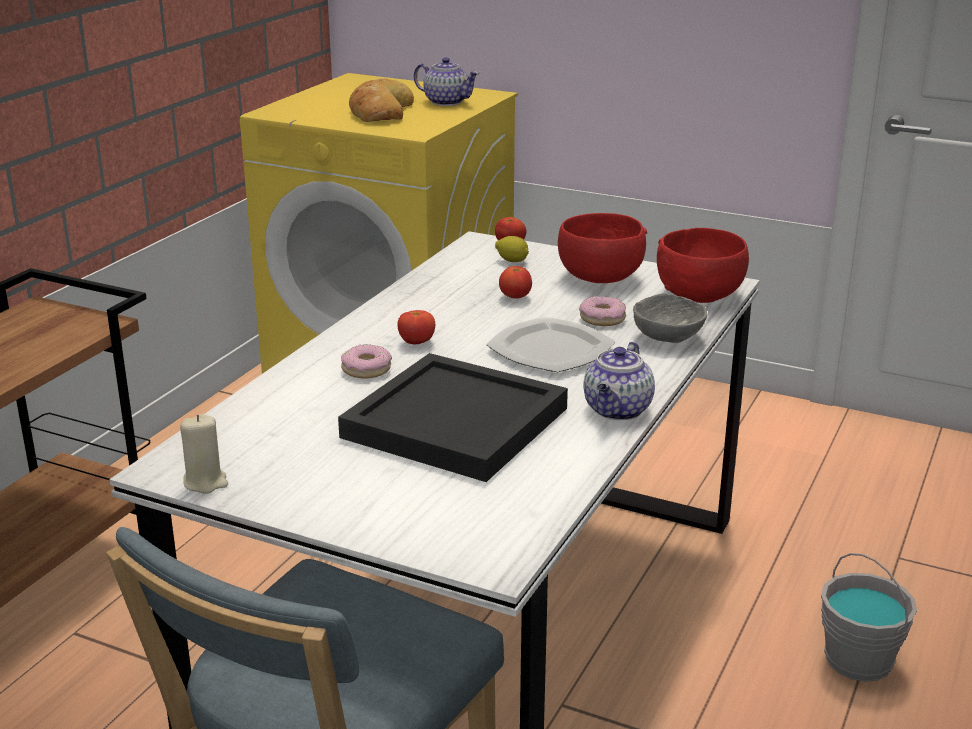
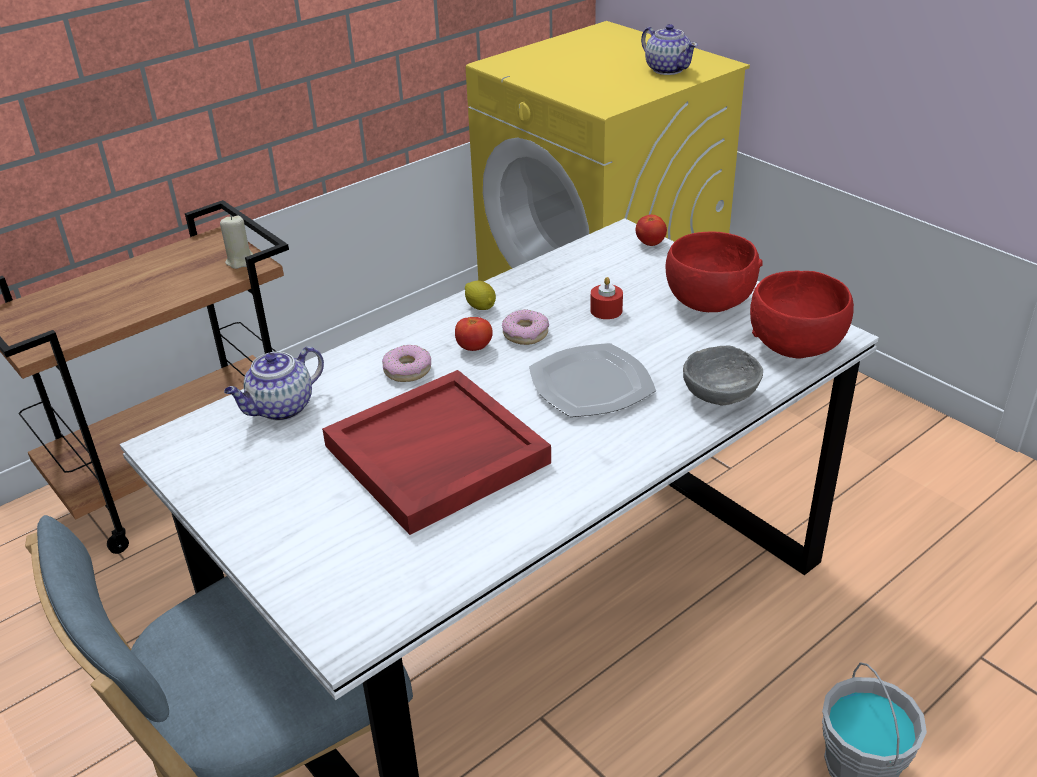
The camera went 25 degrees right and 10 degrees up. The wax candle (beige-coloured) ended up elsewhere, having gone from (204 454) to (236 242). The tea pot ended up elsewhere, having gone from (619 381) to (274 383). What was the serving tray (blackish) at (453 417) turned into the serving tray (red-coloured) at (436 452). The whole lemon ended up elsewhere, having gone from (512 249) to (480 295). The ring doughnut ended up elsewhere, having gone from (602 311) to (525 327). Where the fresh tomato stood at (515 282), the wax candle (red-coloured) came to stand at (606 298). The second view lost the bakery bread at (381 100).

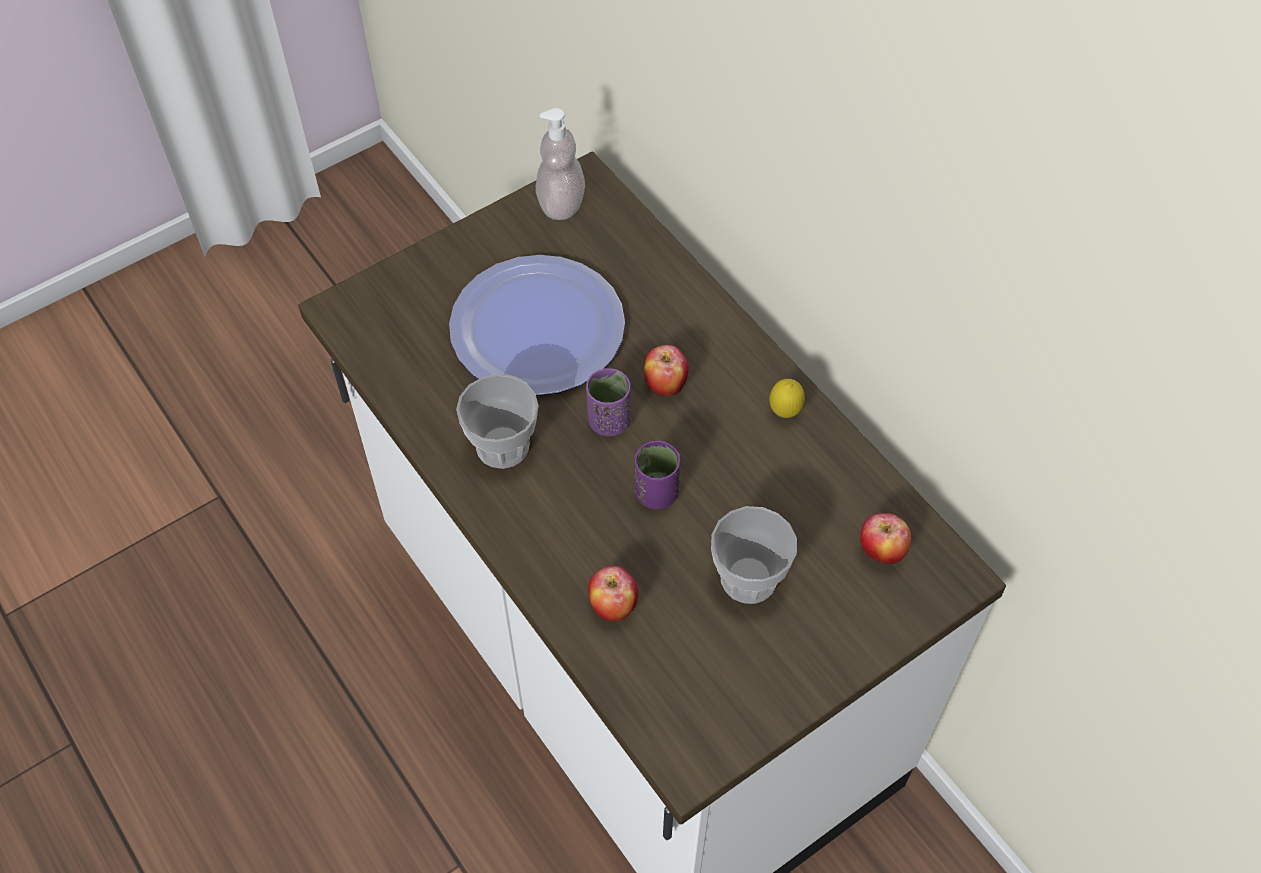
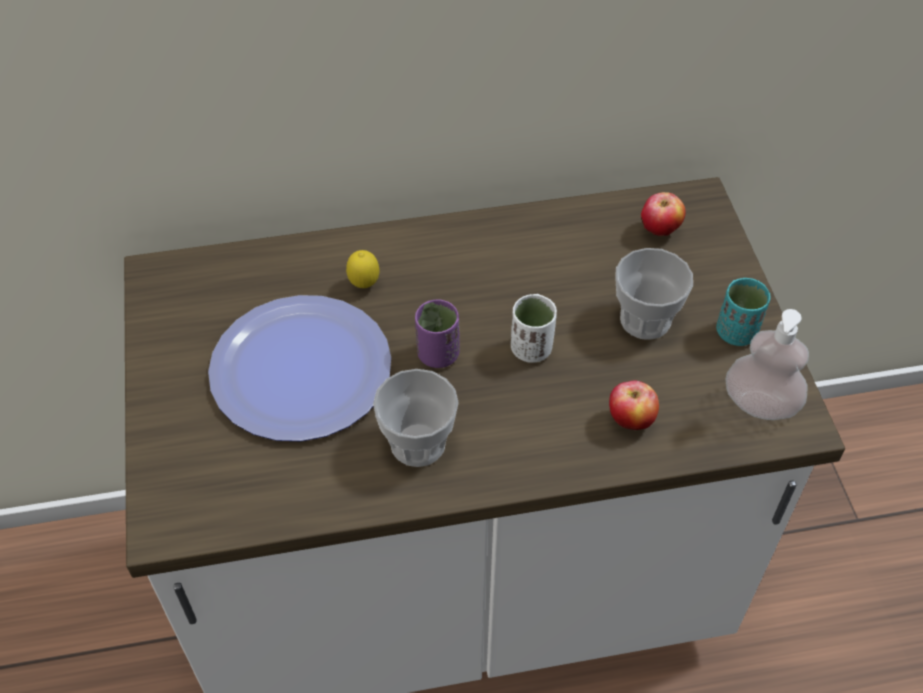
The camera went 65 degrees left and 5 degrees down. The whole lemon ended up elsewhere, having gone from (787 398) to (362 269). What was the drinking cup (purplish) at (657 475) turned into the drinking cup (whitish) at (534 328). The second view gained the drinking cup (blue-green) at (743 312). The liquid soap bottle ended up elsewhere, having gone from (560 164) to (767 364). The second view lost the apple fruit at (666 371).

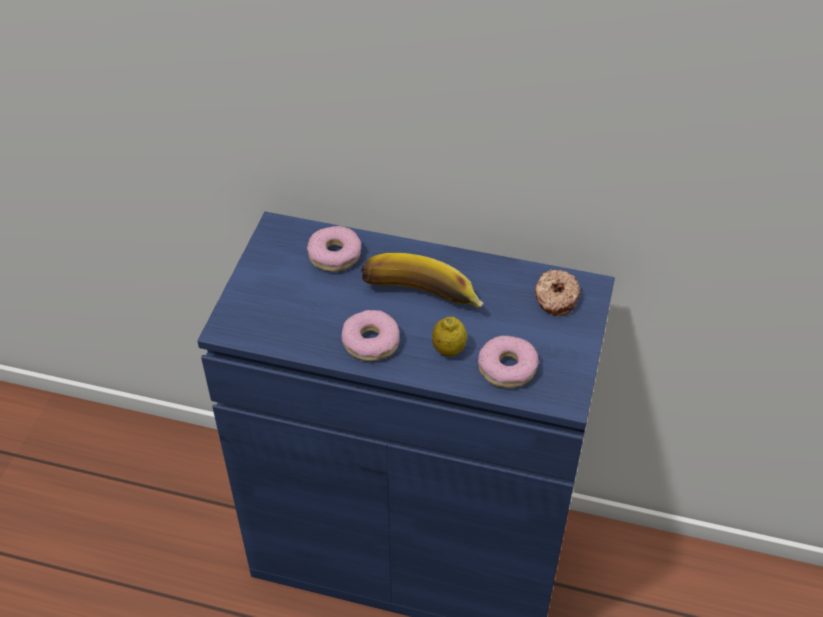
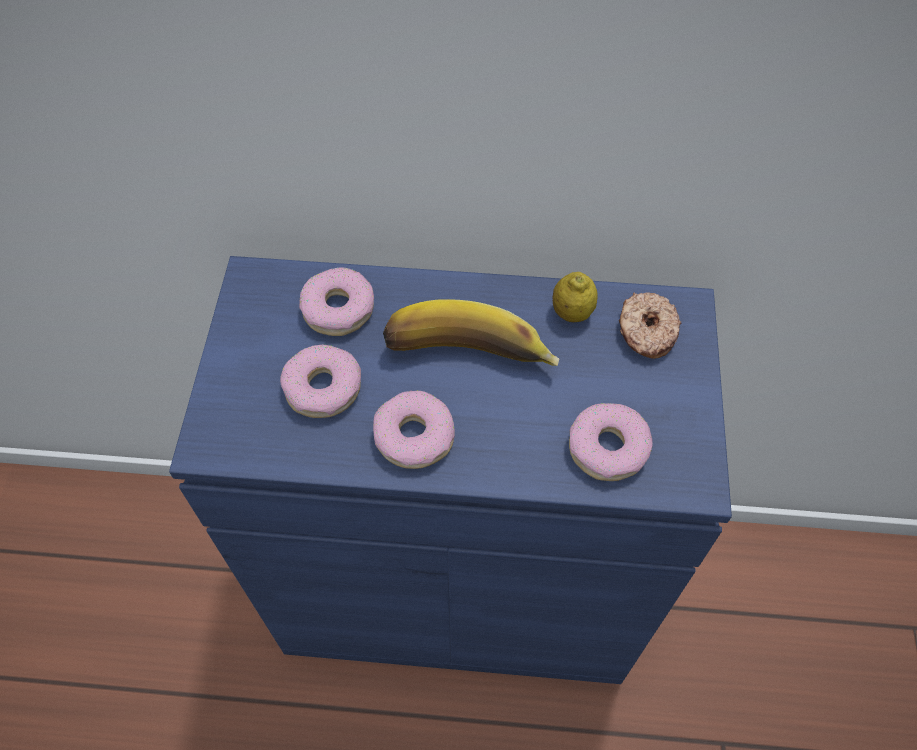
The camera went 10 degrees left and 10 degrees up. The second view gained the ring doughnut at (320 381). The whole lemon ended up elsewhere, having gone from (449 336) to (575 297).

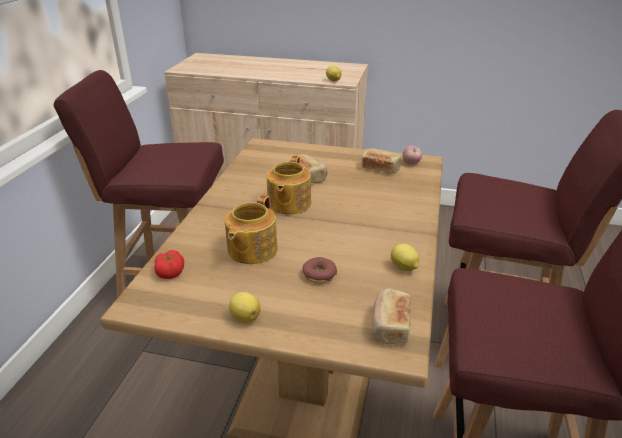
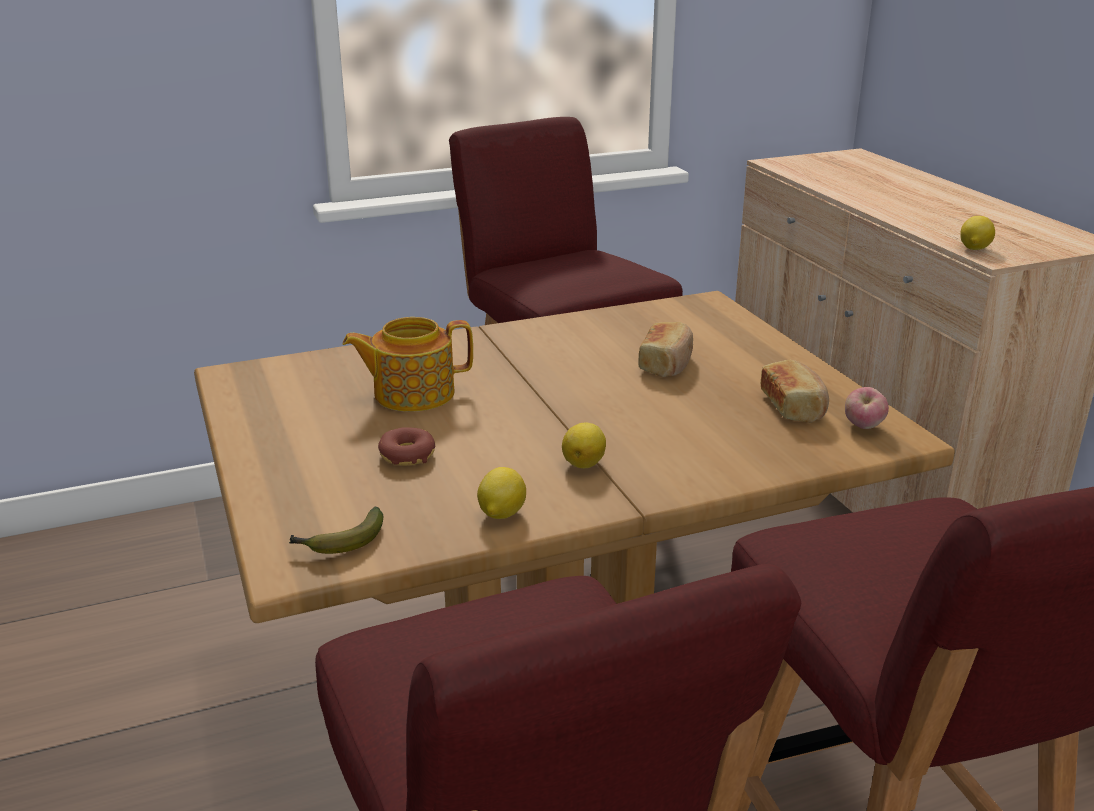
The camera went 55 degrees right and 5 degrees down. Where the bakery bread stood at (391 316), the banana came to stand at (336 530). The whole lemon ended up elsewhere, having gone from (245 307) to (584 445). The second view lost the fresh tomato at (169 264). The second view lost the tea pot at (289 185).

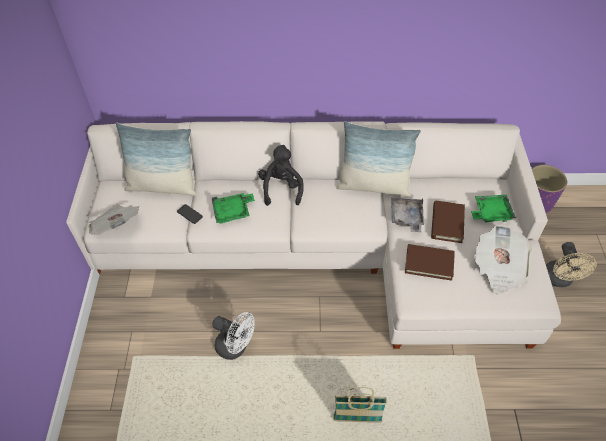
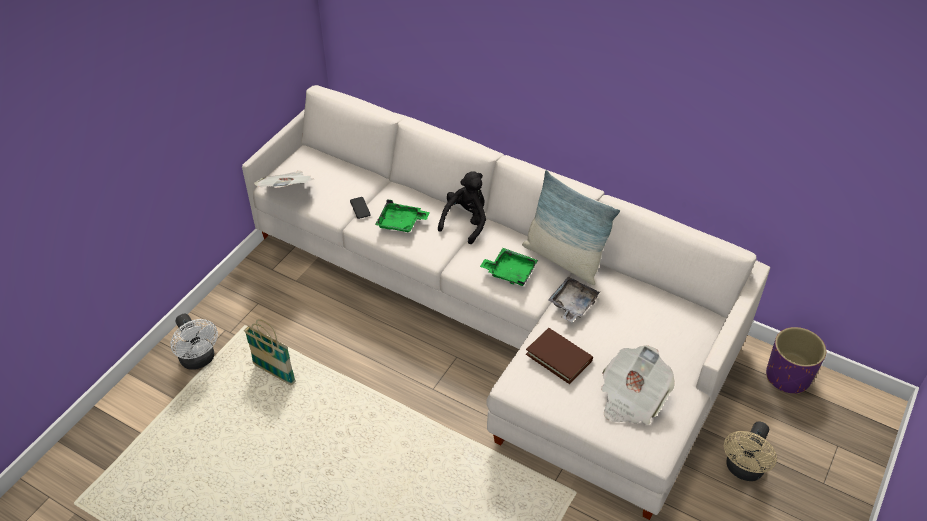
The camera went 30 degrees right and 5 degrees down. The electric fan (whitish) ended up elsewhere, having gone from (233 336) to (194 342). The basket ended up elsewhere, having gone from (360 405) to (270 352). The serving tray (green-coloured) ended up elsewhere, having gone from (493 208) to (509 267). The second view lost the throw pillow at (156 159). The second view lost the volume (brown-coloured) at (448 222).

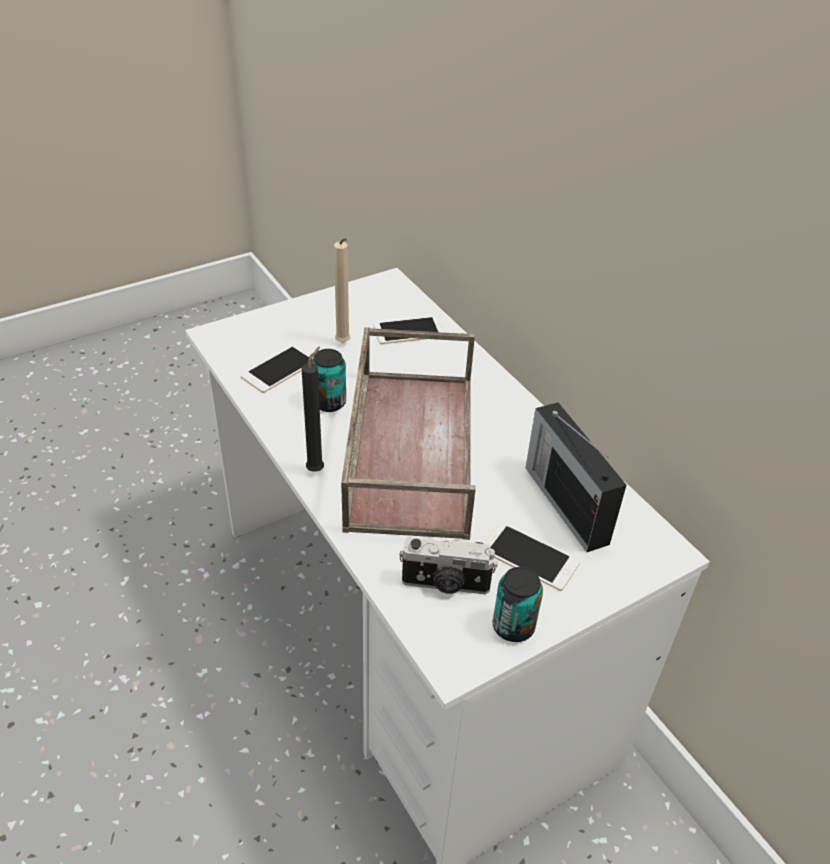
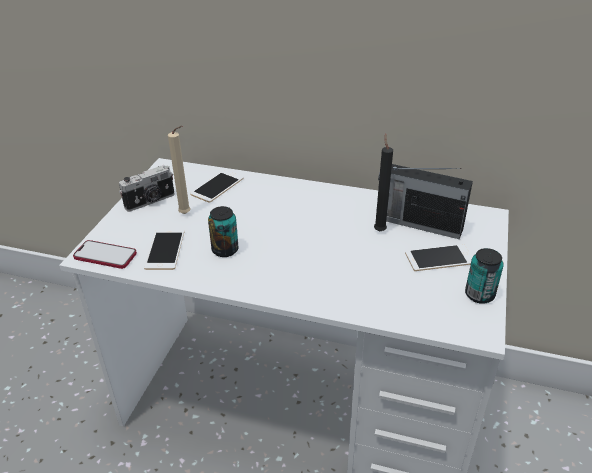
The camera went 40 degrees left and 5 degrees down. The second view gained the telephone at (105 254). The photo camera ended up elsewhere, having gone from (448 566) to (147 188). The wax candle (blackish) ended up elsewhere, having gone from (313 409) to (383 182). The second view lost the serving tray (brown-coloured) at (408 433).

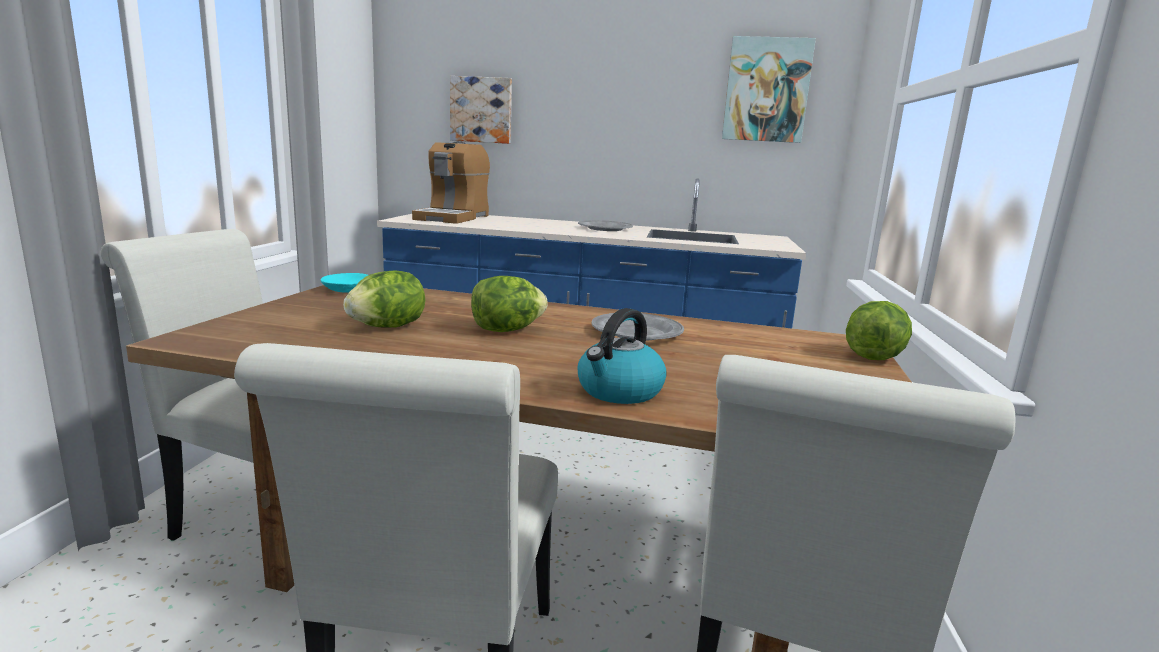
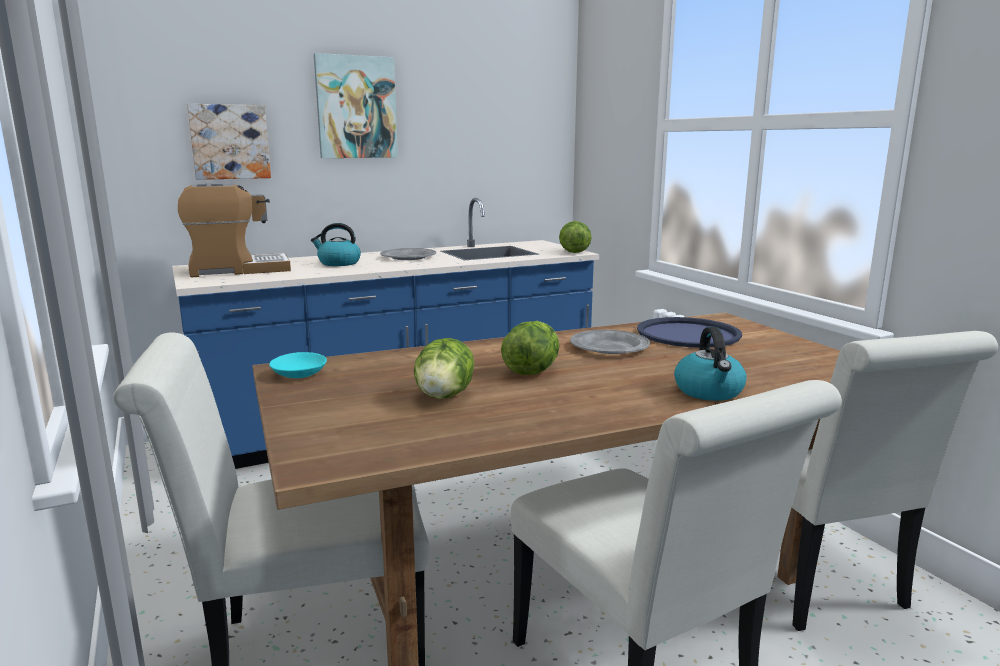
The camera went 35 degrees left and 0 degrees up. The coffee brewer at (451 182) ended up facing another way, 90 degrees counterclockwise from before. The second view gained the water kettle at (336 244). The wall picture ended up elsewhere, having gone from (769 89) to (356 105). The head of lettuce ended up elsewhere, having gone from (879 330) to (575 237). The second view gained the serving tray (blue) at (689 332).

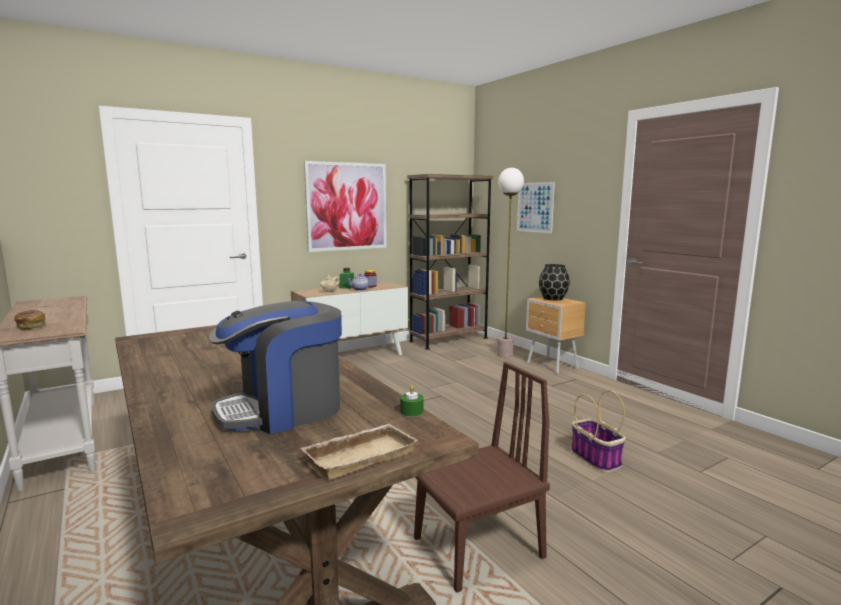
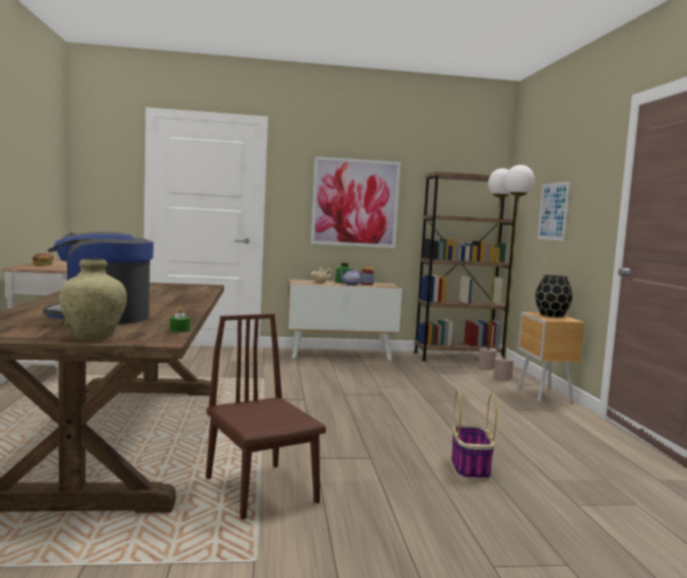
The camera went 25 degrees right and 5 degrees down. Where the serving tray (beige-coloured) stood at (359 452), the flower vase (beige-coloured) came to stand at (93 299). The upright chair (brown-coloured) at (482 477) ended up facing another way, 120 degrees counterclockwise from before. The second view gained the standard lamp at (494 268).

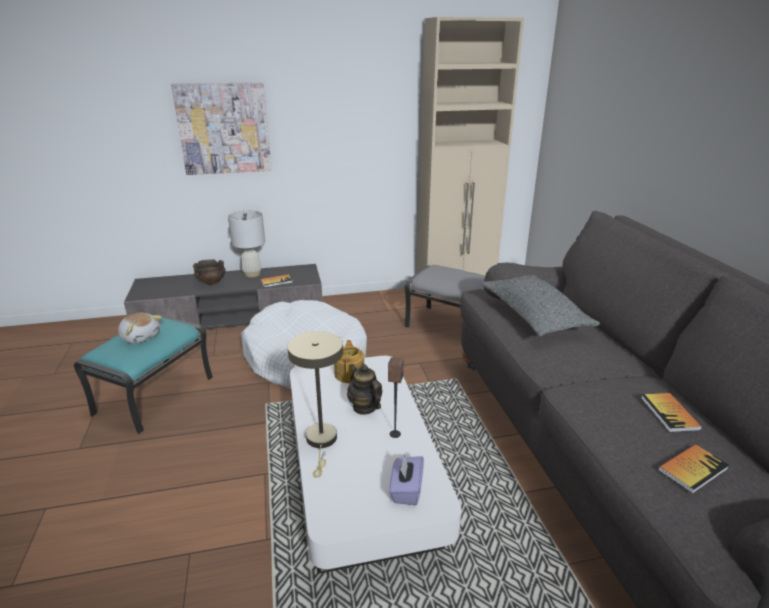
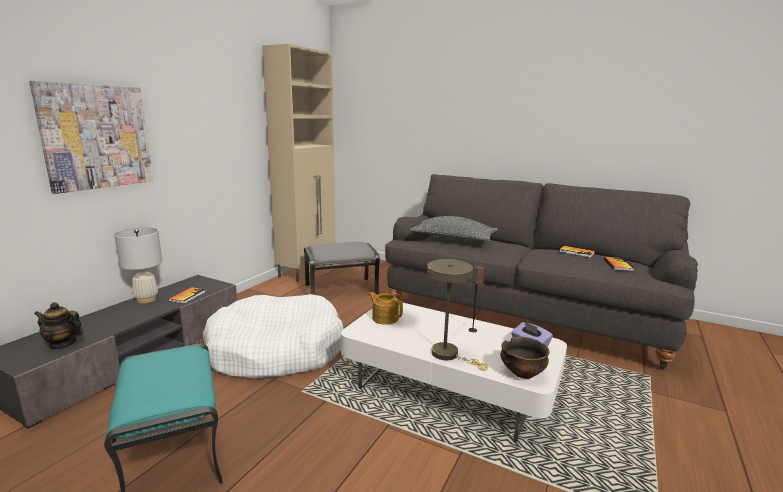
The camera went 50 degrees left and 10 degrees down. The tea pot ended up elsewhere, having gone from (364 389) to (58 326). The serving bowl ended up elsewhere, having gone from (209 272) to (525 358). The second view lost the plush toy at (140 328).

